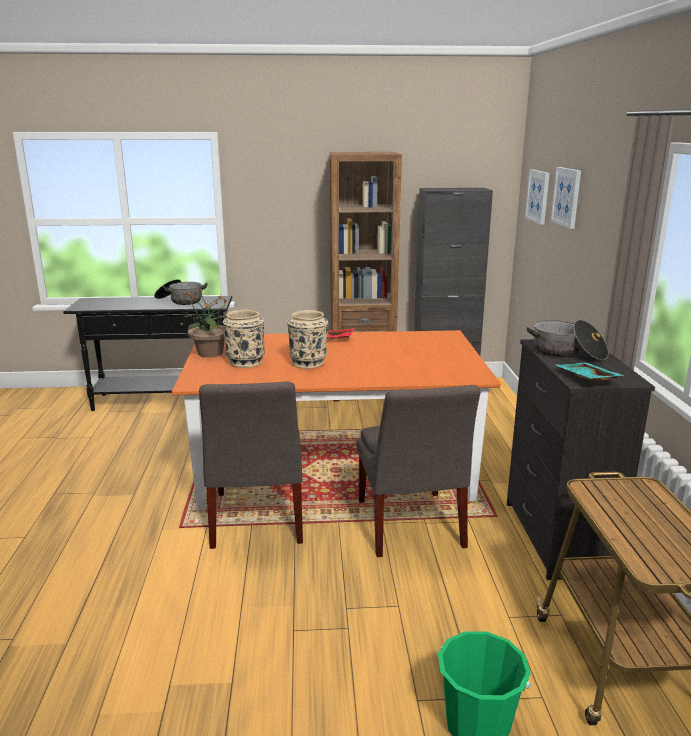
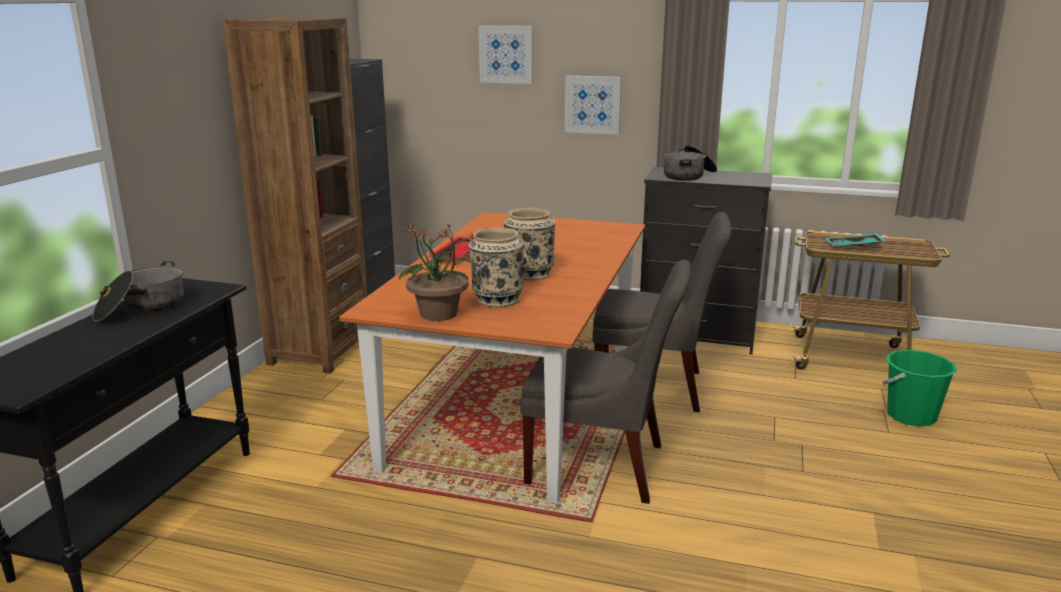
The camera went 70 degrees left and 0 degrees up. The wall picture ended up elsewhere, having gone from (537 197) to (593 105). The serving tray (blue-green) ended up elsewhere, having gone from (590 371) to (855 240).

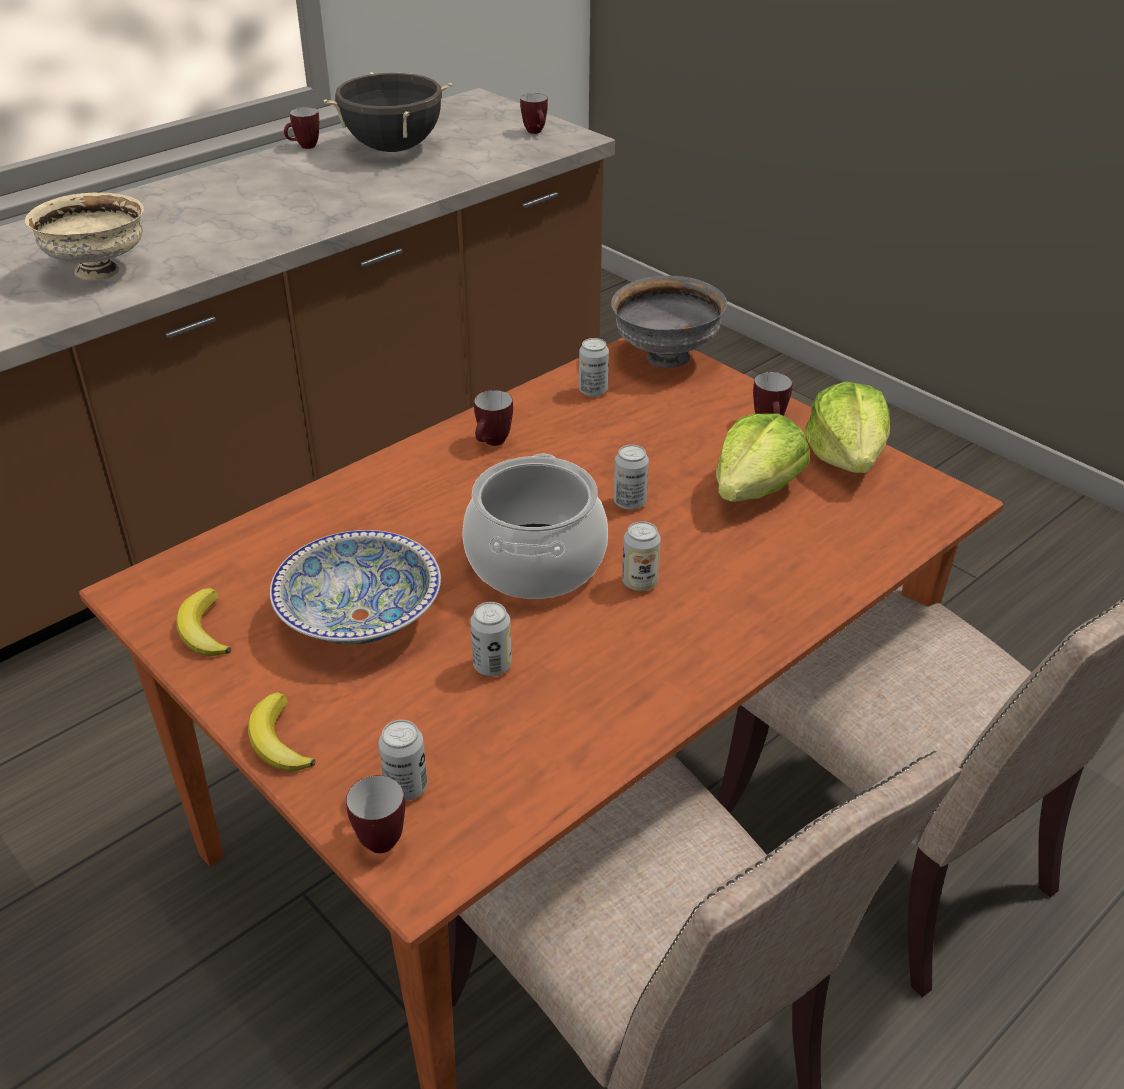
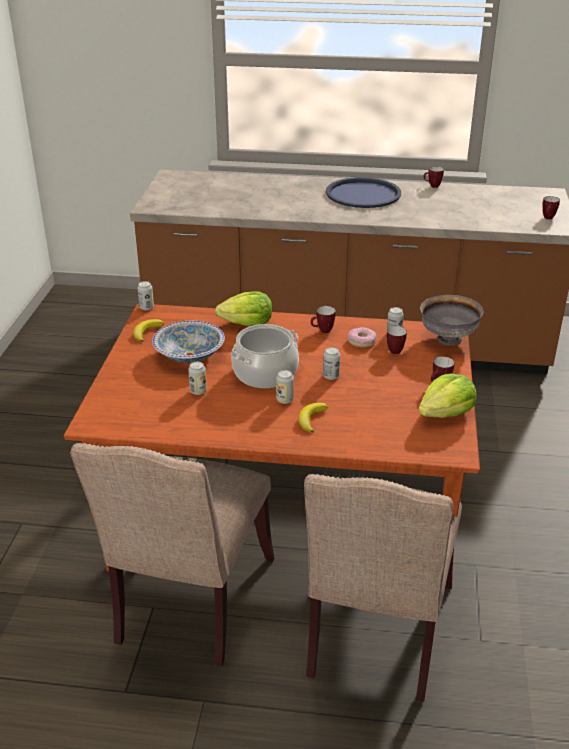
The camera went 50 degrees right and 5 degrees down. The sealed can ended up elsewhere, having gone from (402 760) to (145 296). The head of lettuce ended up elsewhere, having gone from (763 458) to (243 308). The banana ended up elsewhere, having gone from (281 732) to (313 418). The second view gained the serving tray (blue) at (363 192). The second view gained the ring doughnut at (362 337). The mug ended up elsewhere, having gone from (375 814) to (397 340). The second view lost the serving bowl (beige-coloured) at (84 236). The second view lost the stockpot (blackish) at (387 112).

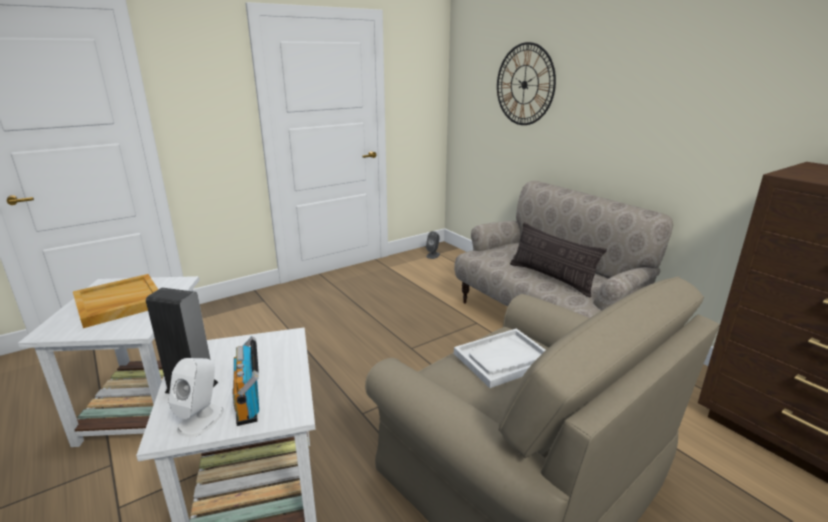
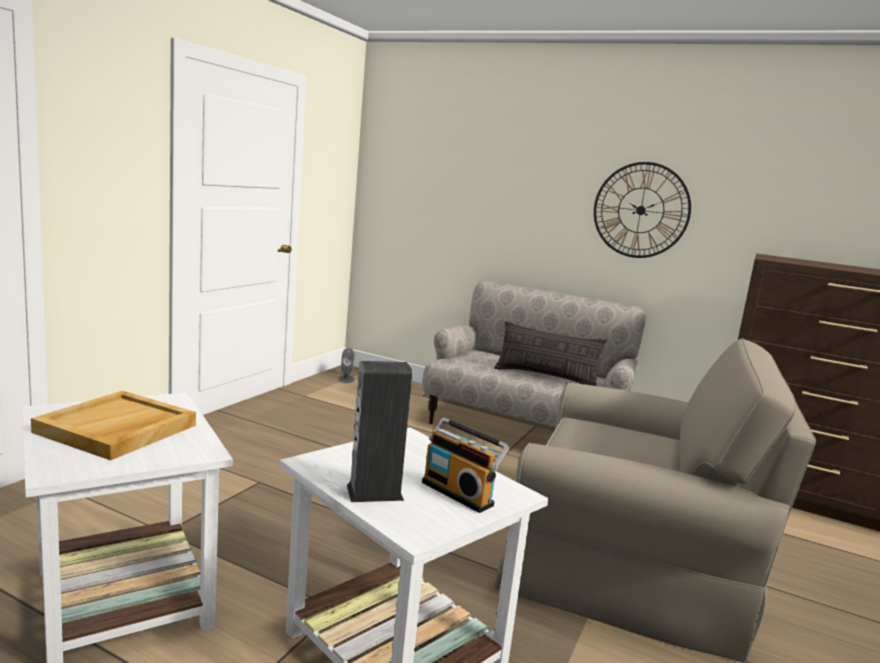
The camera went 30 degrees left and 10 degrees down. The wall clock ended up elsewhere, having gone from (526 83) to (642 210). The second view lost the loudspeaker (whitish) at (196 397). The second view lost the serving tray (whitish) at (500 358).

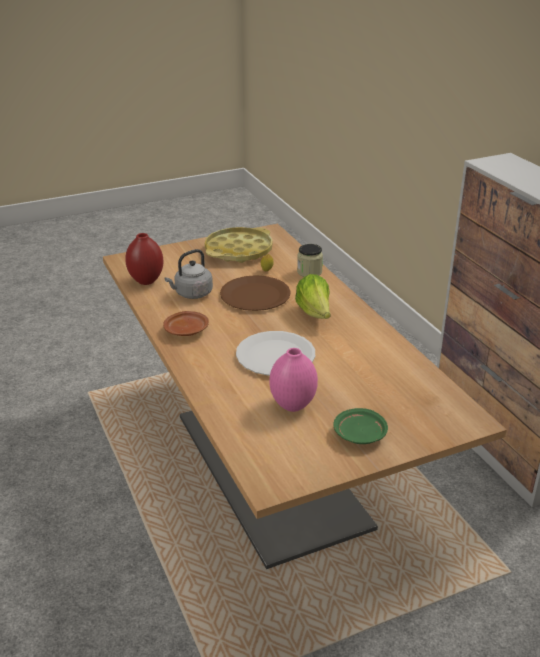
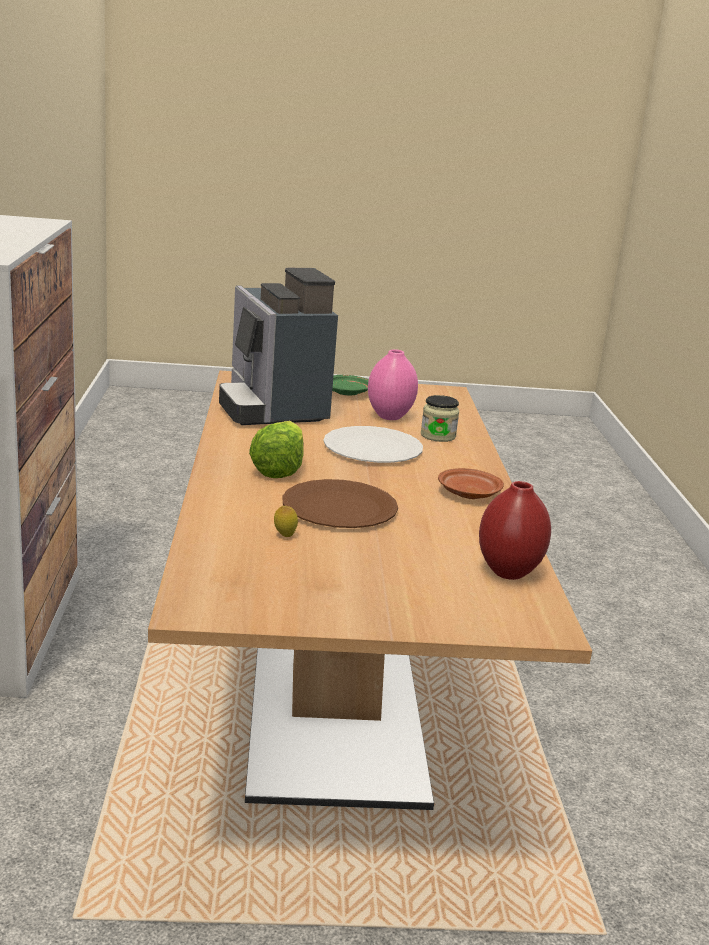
The camera went 160 degrees left and 10 degrees down. The second view gained the coffee brewer at (278 346). The storage jar ended up elsewhere, having gone from (310 260) to (440 418). The second view lost the water kettle (greyish) at (188 274). The second view lost the serving tray (yellow) at (239 245).

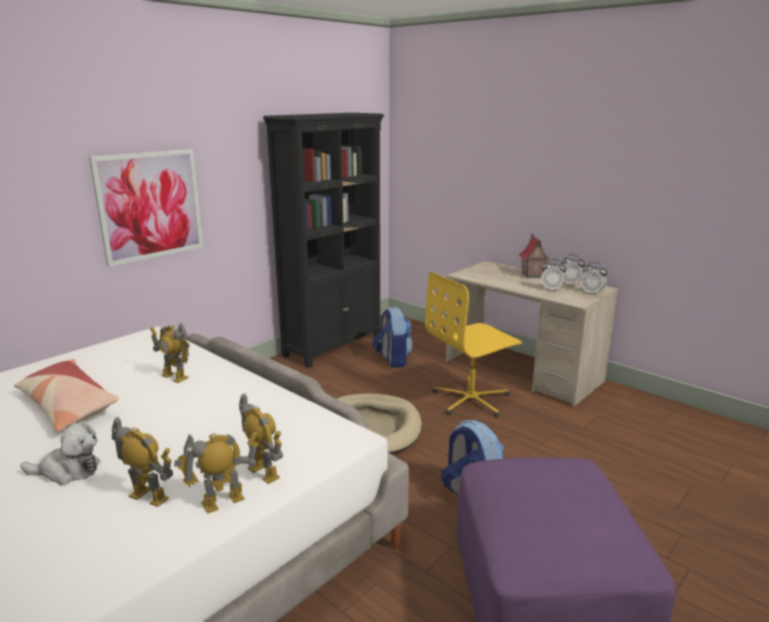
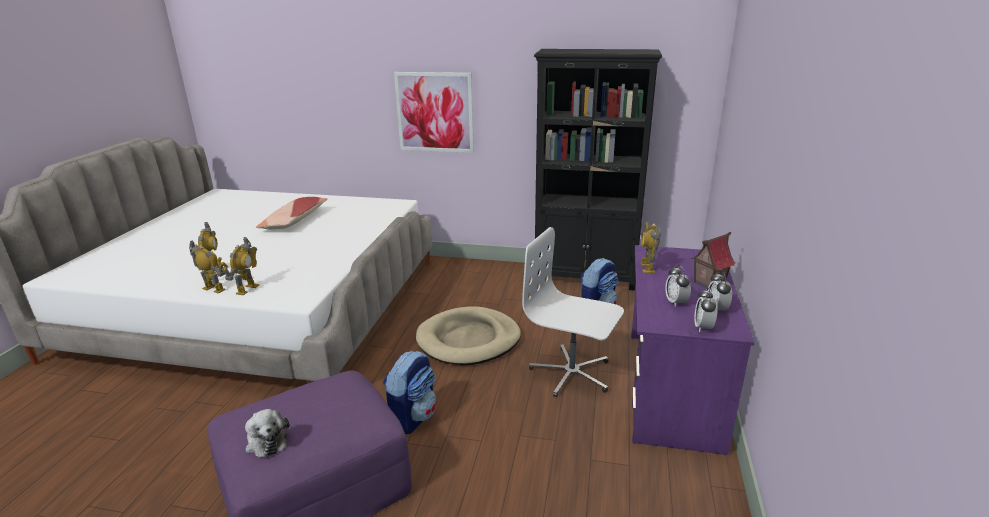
The camera went 60 degrees right and 5 degrees up. The plush toy ended up elsewhere, having gone from (60 454) to (267 433). What was the office chair (yellow) at (473 344) turned into the office chair (whitish) at (573 312). What was the desk table (beige-coloured) at (532 334) turned into the desk table (purplish) at (692 350). The toy robot ended up elsewhere, having gone from (170 353) to (651 247).

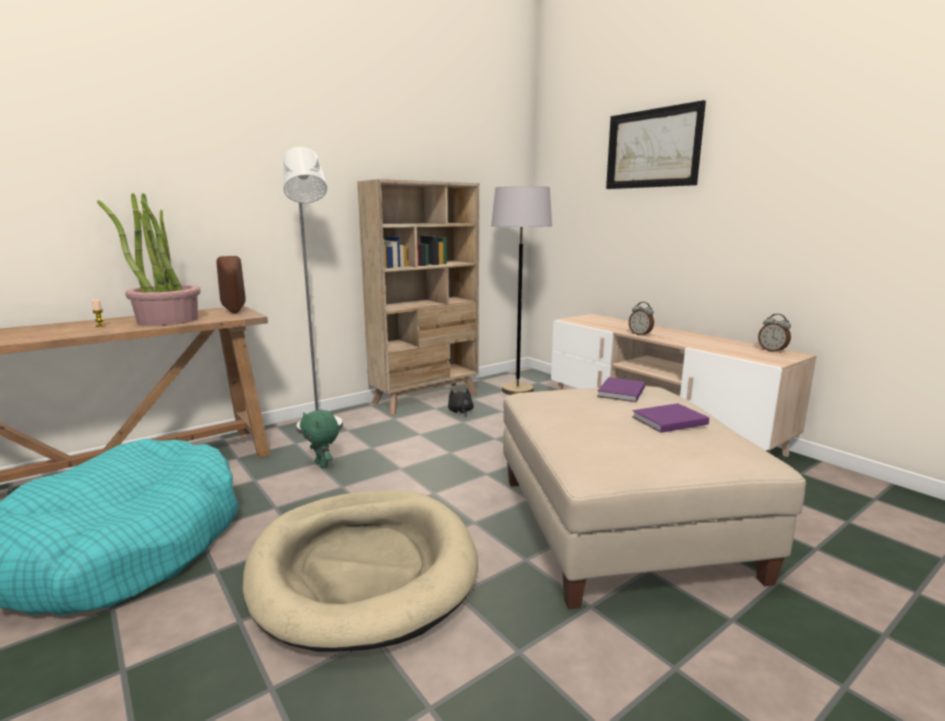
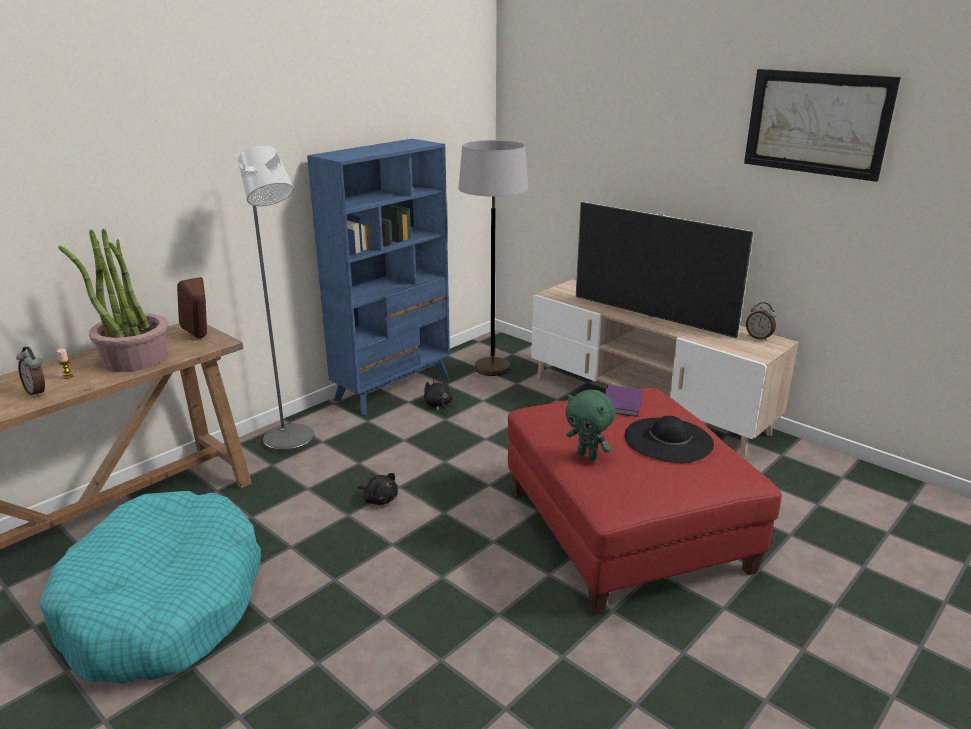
The camera went 10 degrees left and 10 degrees up. The bedside clock ended up elsewhere, having gone from (641 319) to (30 371). What was the bookcase (beige-coloured) at (418 297) turned into the bookcase (blue) at (378 277). The second view gained the plush toy (blackish) at (378 489). What was the ottoman (beige-coloured) at (654 497) turned into the ottoman (red-coloured) at (645 502). The plush toy (green-coloured) ended up elsewhere, having gone from (319 439) to (590 425). The second view gained the TV at (665 270). Where the volume (purplish) stood at (670 418), the hat (blackish) came to stand at (669 439). The wall picture ended up elsewhere, having gone from (656 144) to (822 125). The second view lost the dog bed (beige-coloured) at (360 571).

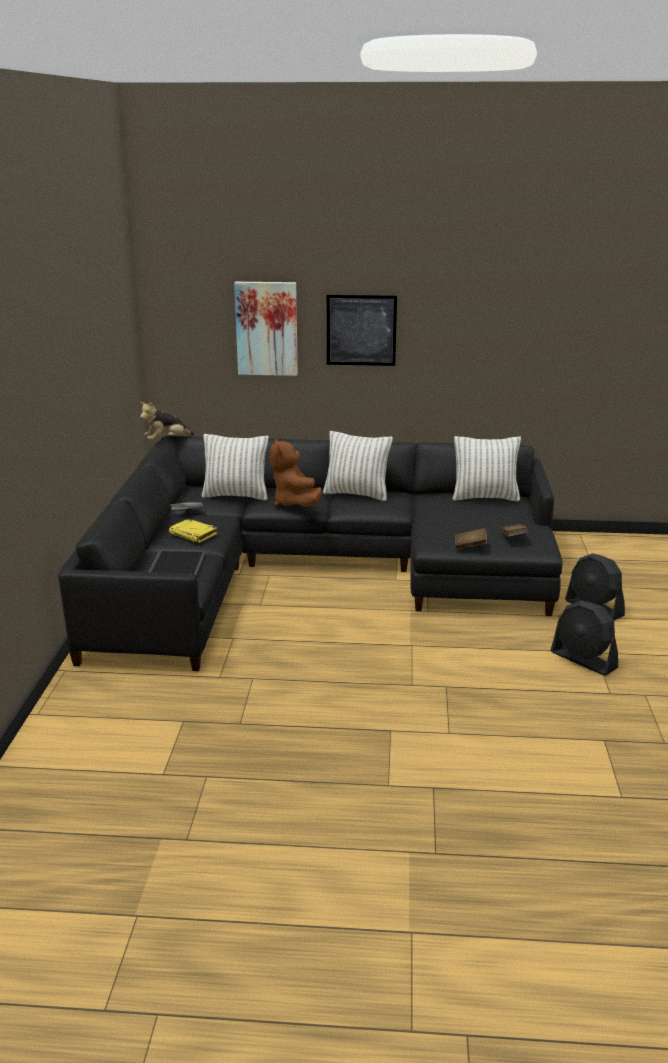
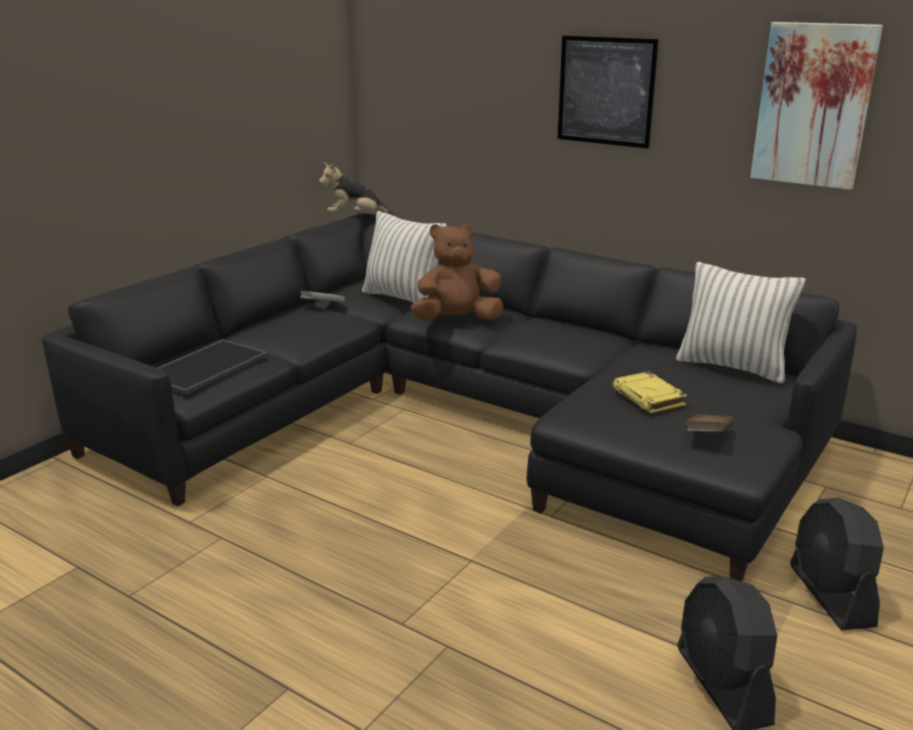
The camera went 30 degrees right and 0 degrees up. The plush toy (brown-coloured) at (296 473) ended up facing another way, 60 degrees clockwise from before. The volume (yellow) ended up elsewhere, having gone from (193 531) to (649 392). The wall picture ended up elsewhere, having gone from (266 329) to (816 106). The second view lost the throw pillow at (358 466). The second view lost the volume (brown-coloured) at (471 539).

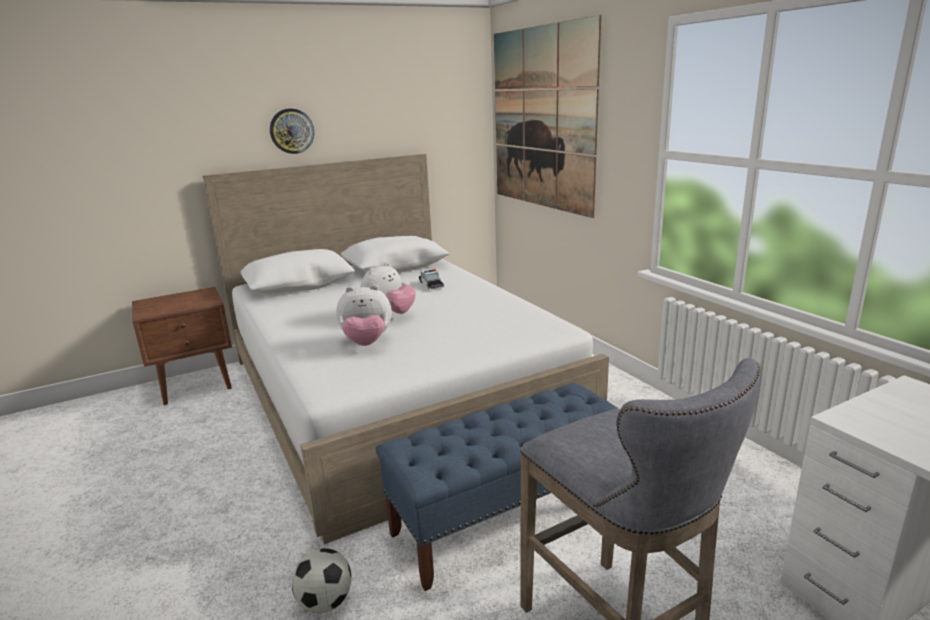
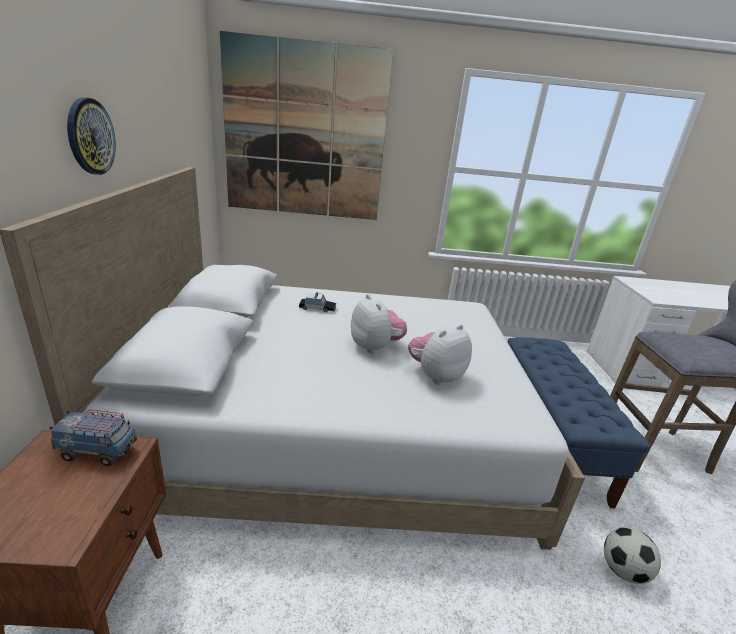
The camera went 65 degrees left and 5 degrees up. The second view gained the model truck at (94 438). The plush toy at (364 315) ended up facing another way, 150 degrees counterclockwise from before.

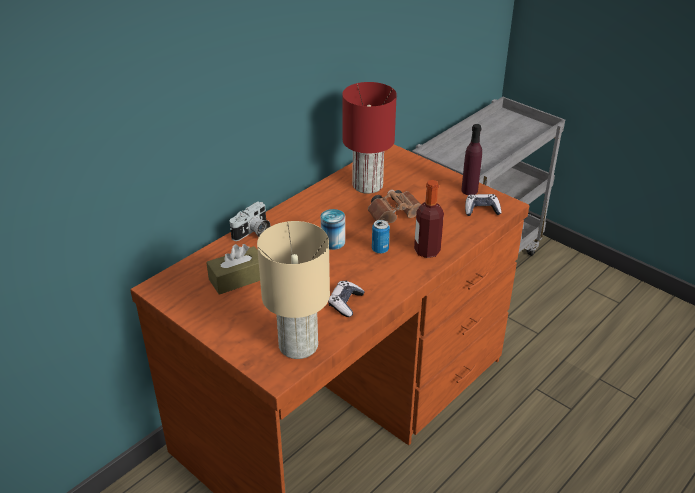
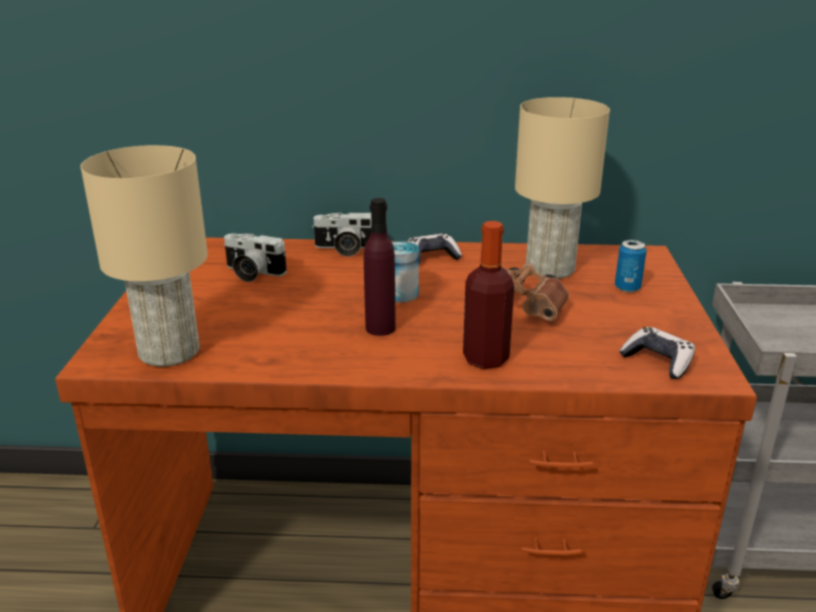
The camera went 50 degrees right and 10 degrees down. Where the tissue box (brown-coloured) stood at (233 269), the photo camera came to stand at (255 258). The bottle (purplish) ended up elsewhere, having gone from (471 159) to (380 267). The joypad ended up elsewhere, having gone from (346 299) to (435 248). What was the tabletop lamp (red-coloured) at (369 138) turned into the tabletop lamp (beige-coloured) at (562 188). The sealed can ended up elsewhere, having gone from (381 237) to (631 266).

